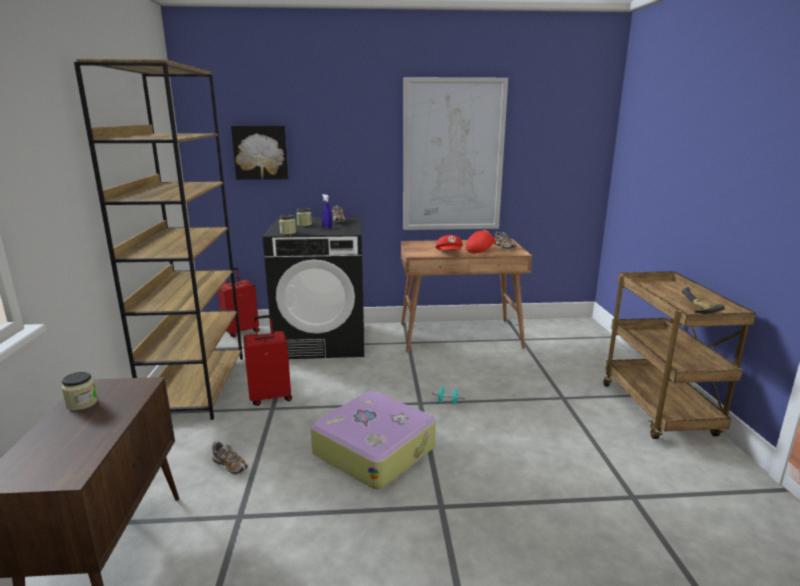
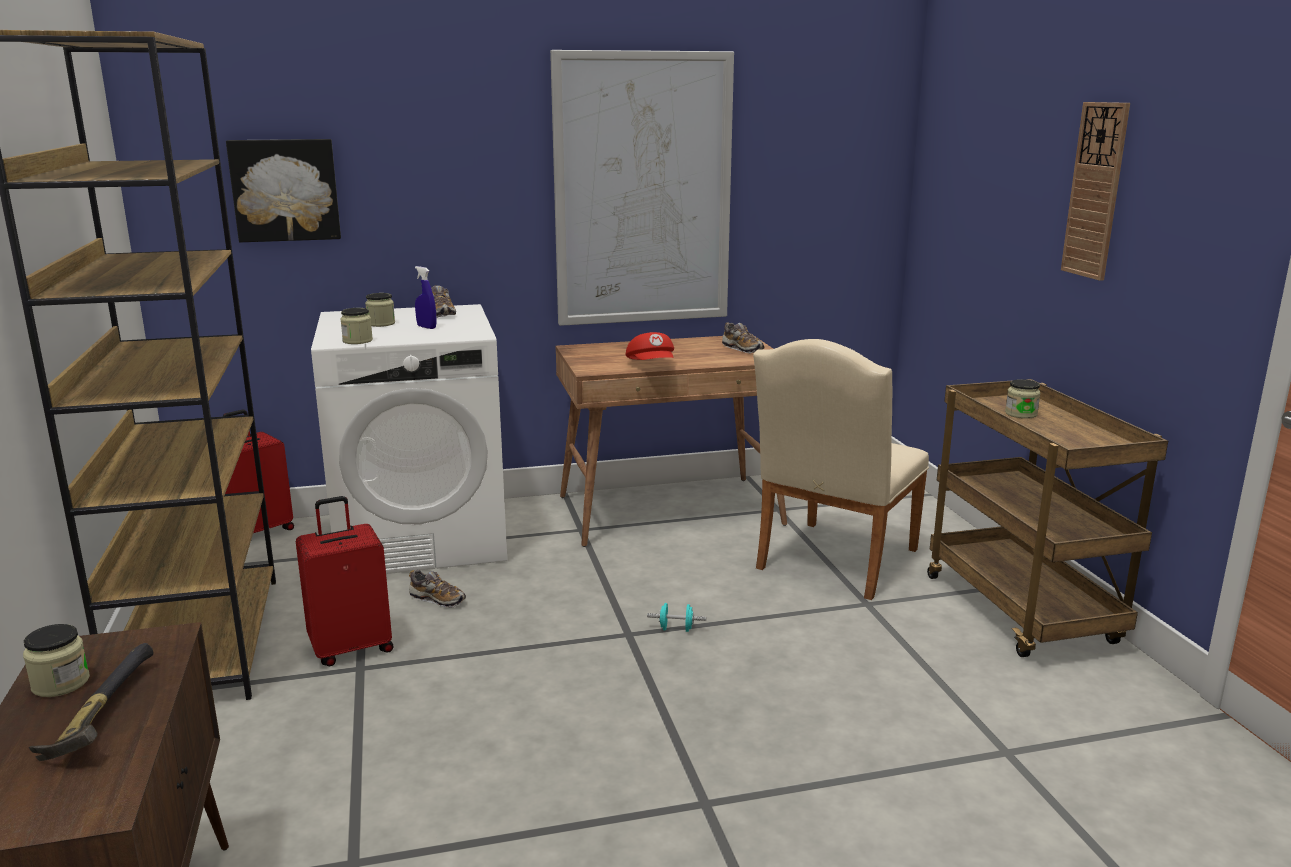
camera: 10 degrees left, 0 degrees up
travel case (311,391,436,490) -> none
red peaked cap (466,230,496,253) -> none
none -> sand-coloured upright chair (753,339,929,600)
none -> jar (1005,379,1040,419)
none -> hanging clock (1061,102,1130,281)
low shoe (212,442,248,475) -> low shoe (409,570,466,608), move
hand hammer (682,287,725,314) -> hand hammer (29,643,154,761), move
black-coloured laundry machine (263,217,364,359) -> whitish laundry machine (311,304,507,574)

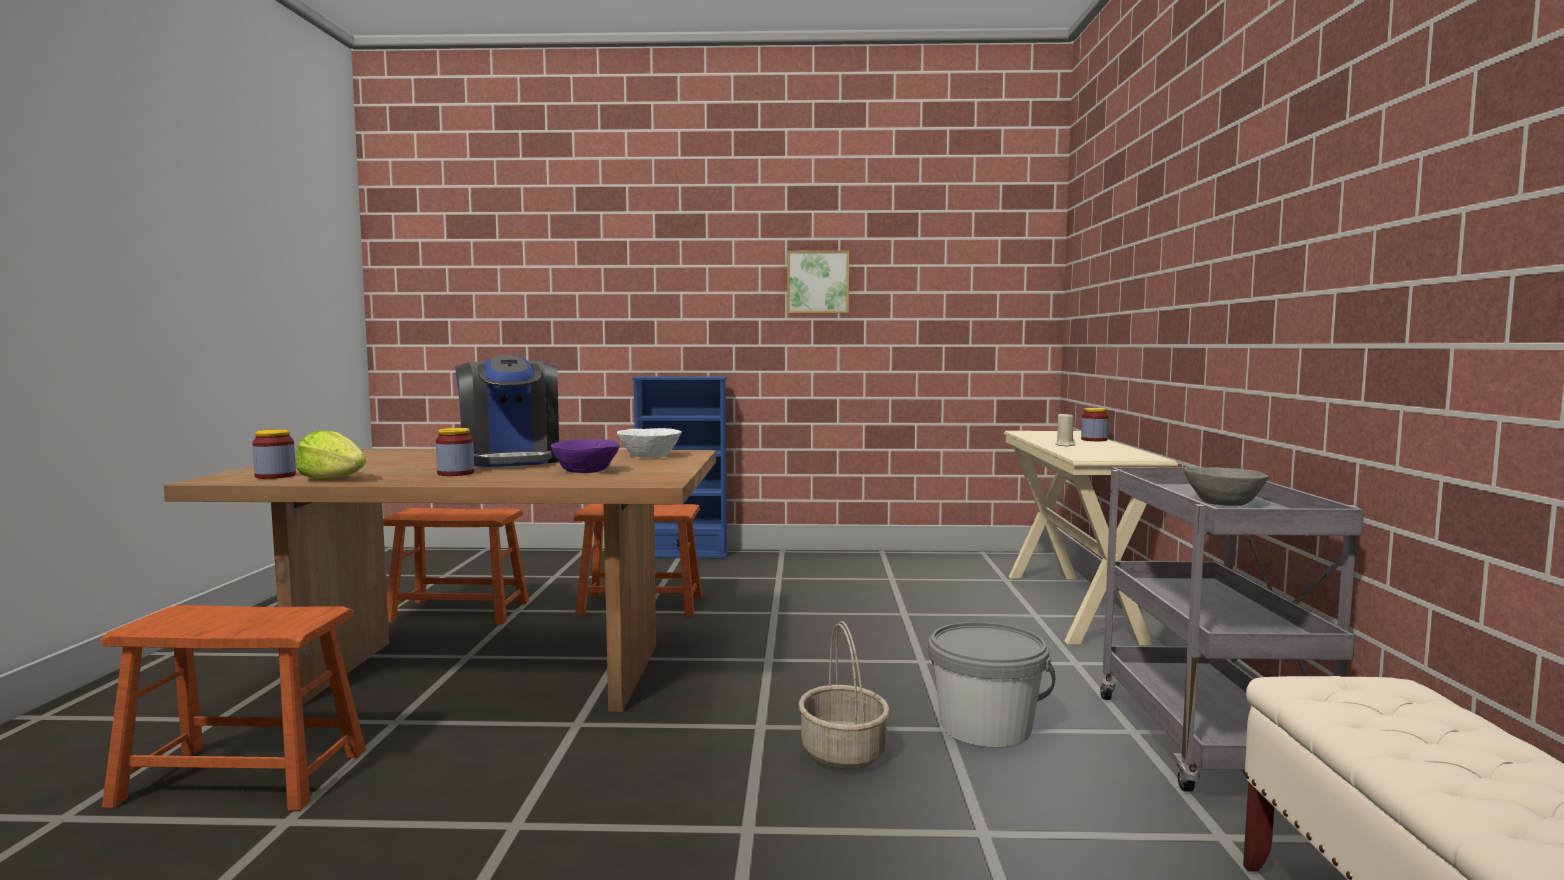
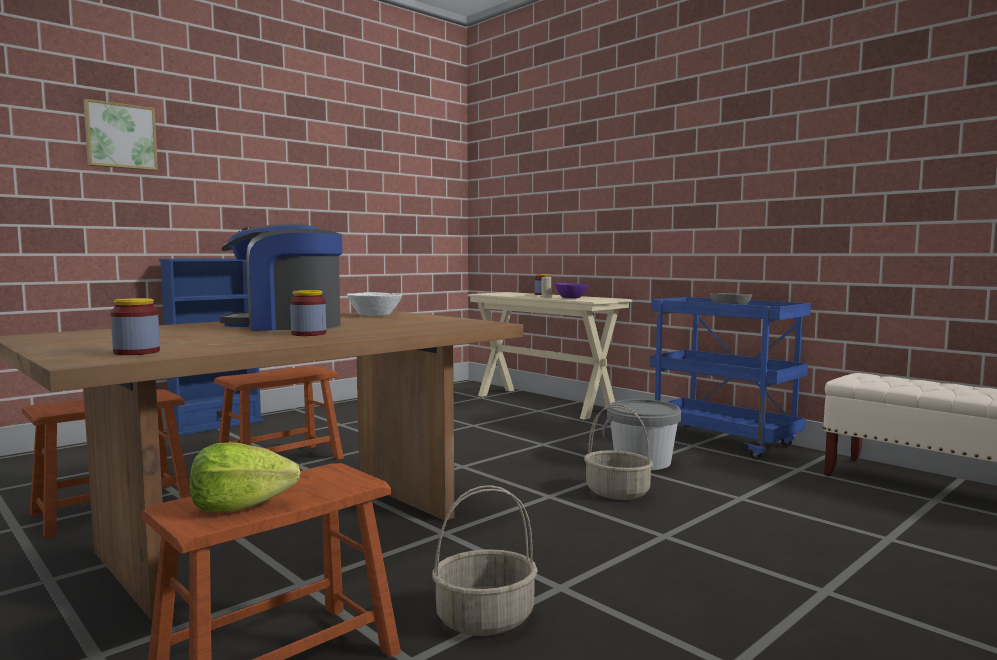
camera: 45 degrees left, 0 degrees up
none -> storage basket (432,485,538,636)
head of lettuce (296,430,366,481) -> head of lettuce (189,443,300,512), move
purple-coloured serving bowl (551,439,620,473) -> purple-coloured serving bowl (555,283,589,298), move
picture (787,250,849,313) -> picture (84,99,158,171), move
grey trolley (1100,467,1364,792) -> blue-coloured trolley (650,297,811,460)
coffee brewer (455,355,559,467) -> coffee brewer (220,224,342,331), 150 degrees clockwise

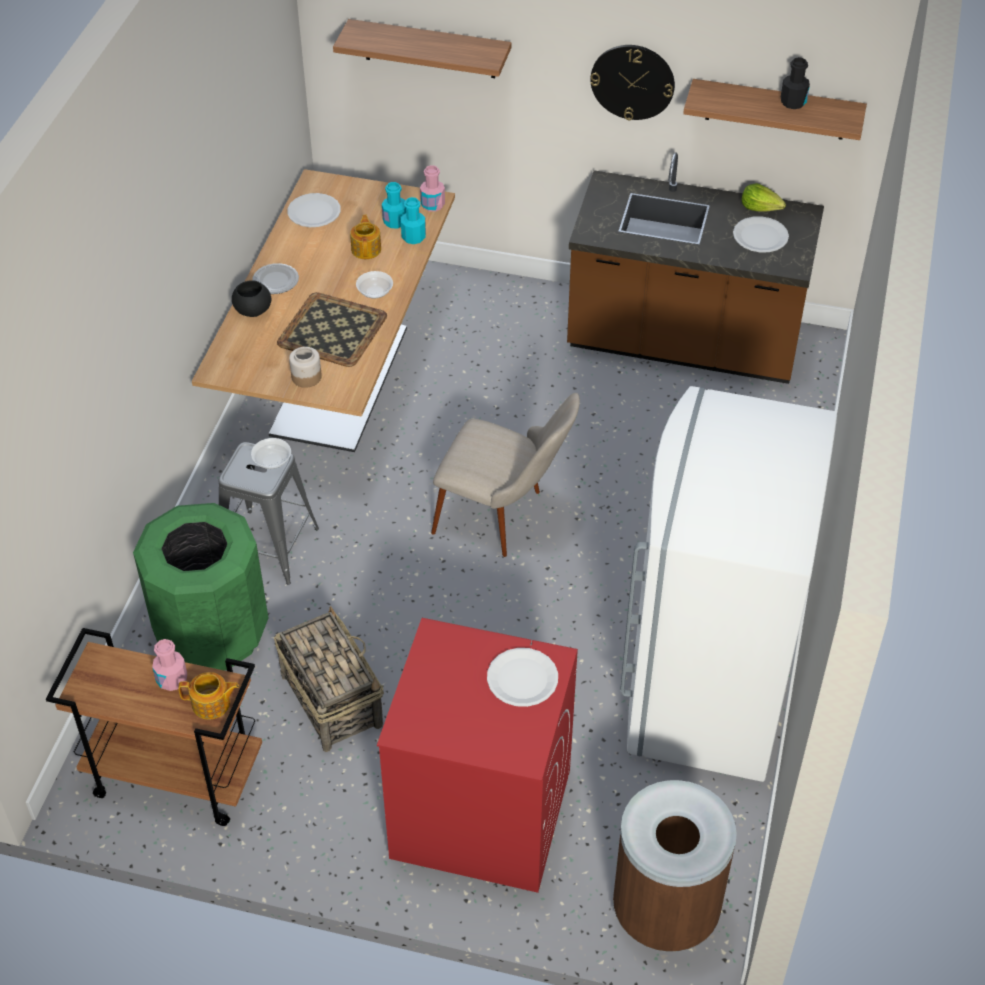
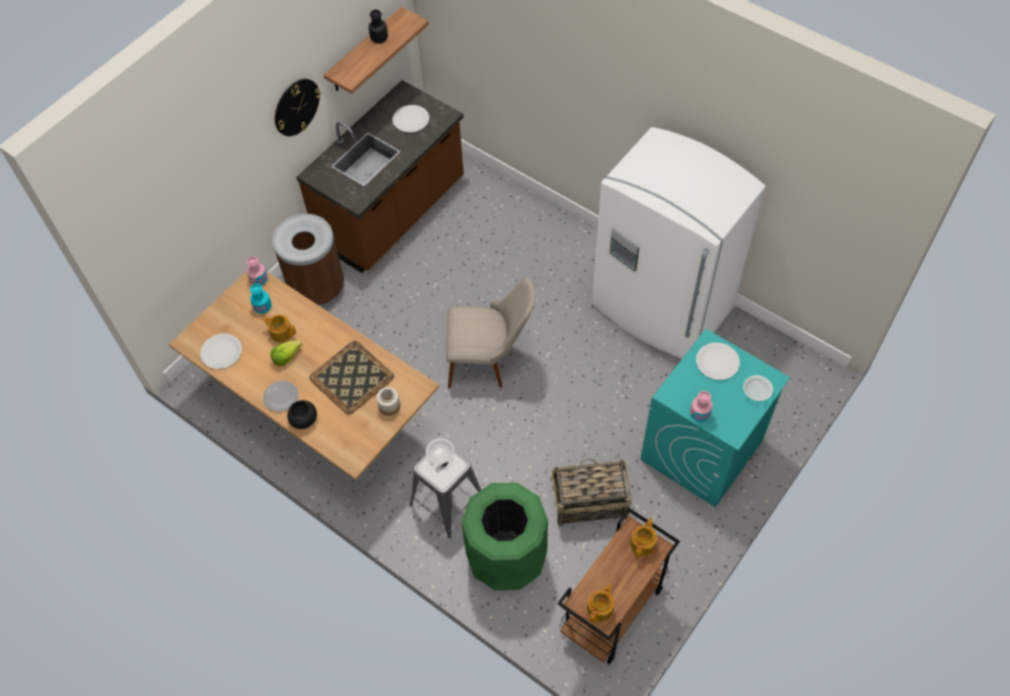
camera: 65 degrees left, 10 degrees up
shelf (333,19,511,78) -> none
turquoise-coloured beverage bottle (401,197,426,244) -> none
none -> tea pot (587,584,614,623)
pink-coloured beverage bottle (152,639,187,691) -> pink-coloured beverage bottle (690,391,712,422), move
serving bowl (356,271,393,298) -> serving bowl (743,375,773,401), move
brown trash can (613,780,737,952) -> brown trash can (272,214,344,307), move
head of lettuce (742,183,786,212) -> head of lettuce (270,340,302,366), move
red laundry machine (377,618,578,893) -> turquoise-coloured laundry machine (641,329,790,507)
sand-coloured upright chair (431,393,580,557) -> sand-coloured upright chair (446,278,535,388), 45 degrees clockwise

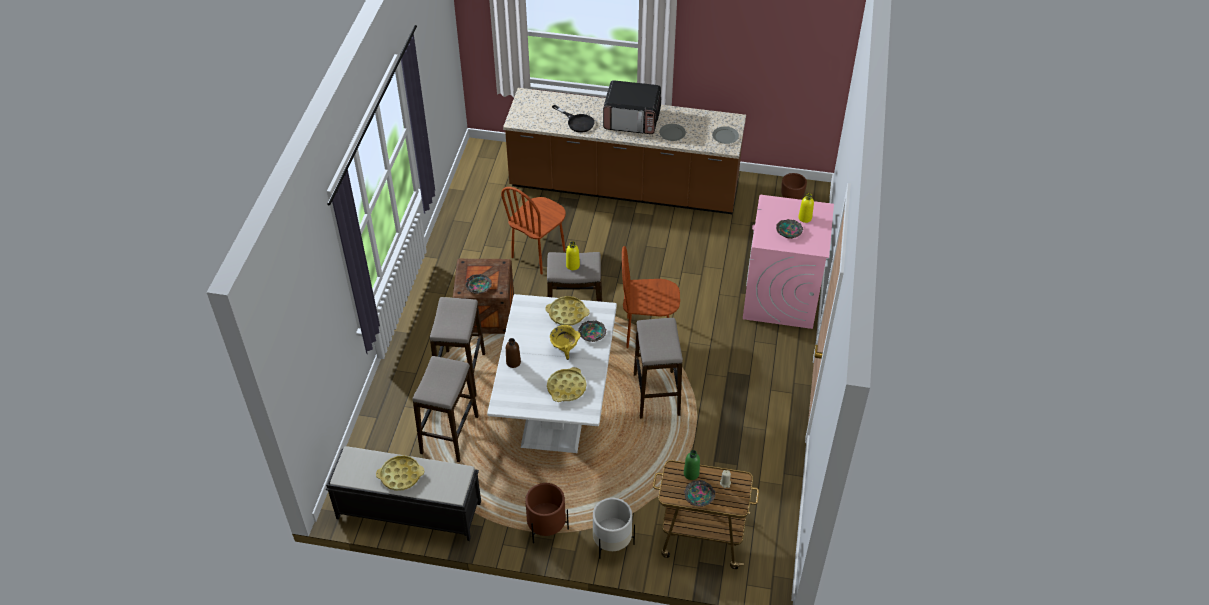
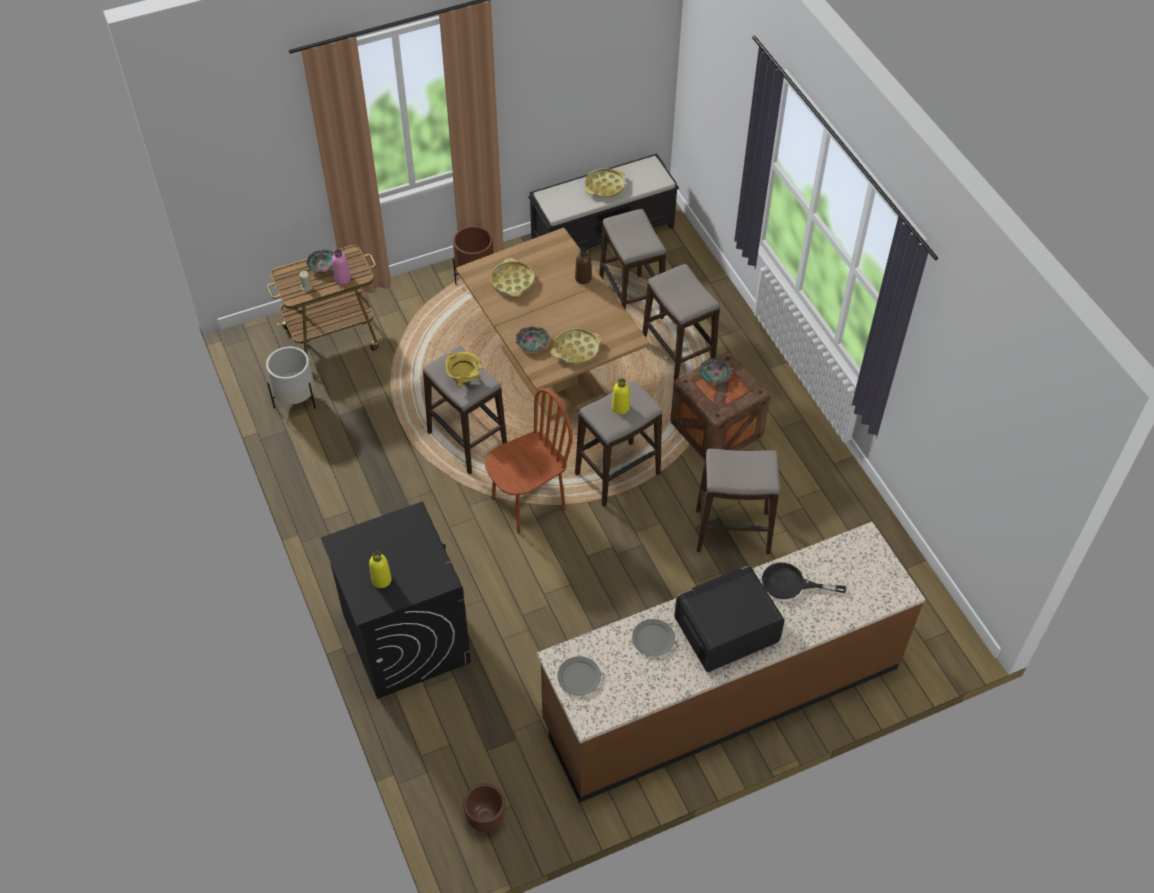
camera: 145 degrees right, 5 degrees up
serving bowl (776,219,803,239) -> none
yellow saucepot (550,325,581,360) -> yellow saucepot (445,352,482,388), move
whitish planter (593,498,635,559) -> whitish planter (266,347,316,408), move
brown upright chair (501,187,566,275) -> sitting stool (696,449,780,554)
whitish dining table (487,294,617,453) -> brown dining table (456,228,650,421)
greenish beverage bottle (684,450,700,480) -> pink-coloured beverage bottle (332,249,351,284)
pink-coloured laundry machine (743,195,834,329) -> black-coloured laundry machine (321,502,471,699)

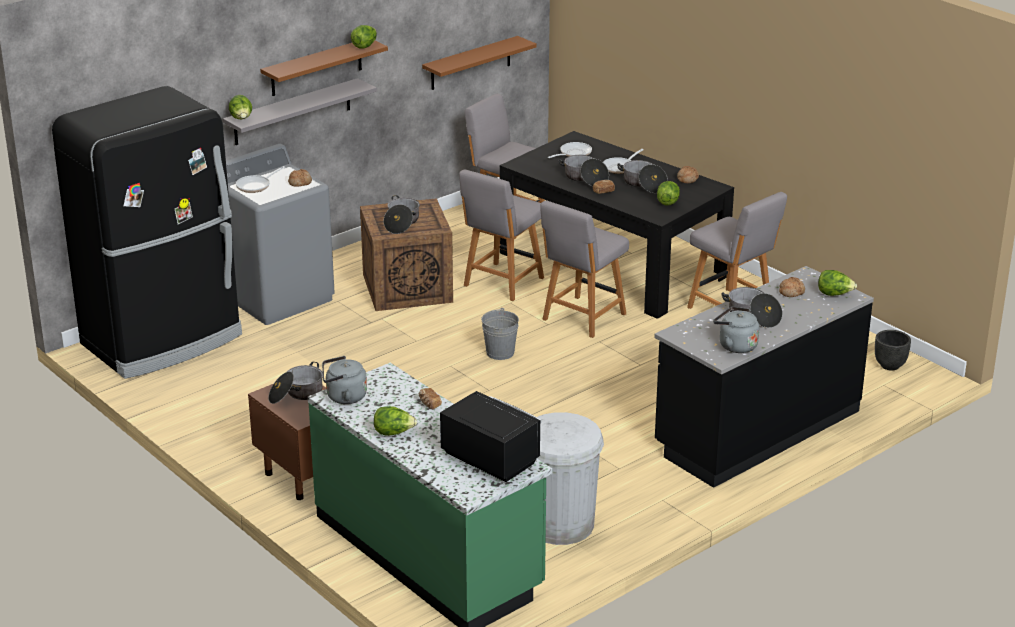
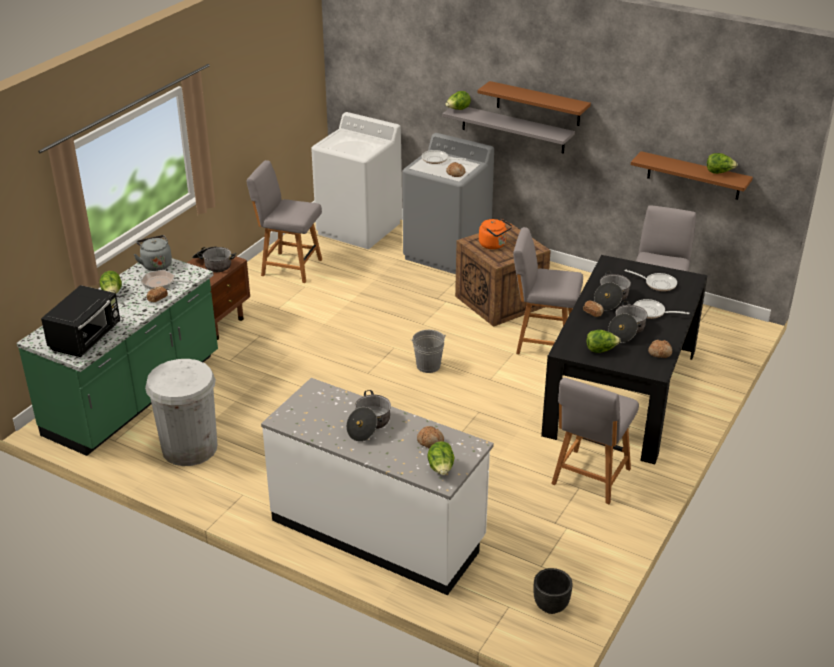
camera: 70 degrees right, 5 degrees up
grey kettle (713,307,759,353) -> none
none -> pan (141,270,193,290)
head of lettuce (351,25,377,48) -> head of lettuce (707,153,738,174), move
grey upright chair (540,201,629,338) -> grey upright chair (246,160,322,283), move
black-coloured kitchen fridge (52,86,242,379) -> whitish laundry machine (311,112,402,249)
saucepot (383,195,420,234) -> orange kettle (479,218,512,249)
black-coloured counter (654,266,874,488) -> whitish counter (261,378,494,595)

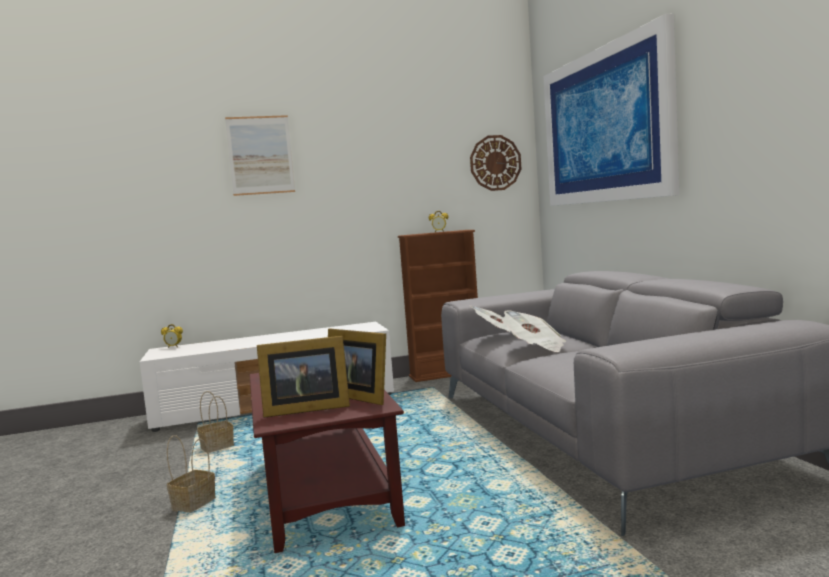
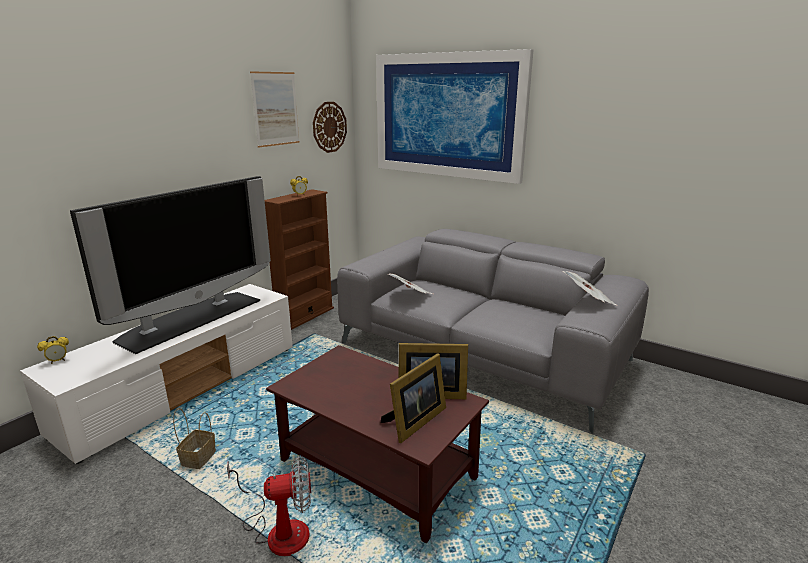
camera: 40 degrees left, 15 degrees up
none -> TV (70,176,271,354)
picture (225,115,295,196) -> picture (250,71,299,148), move
daily paper (502,310,566,352) -> daily paper (563,271,618,306), move
storage basket (167,435,216,513) -> fan (227,456,311,556)

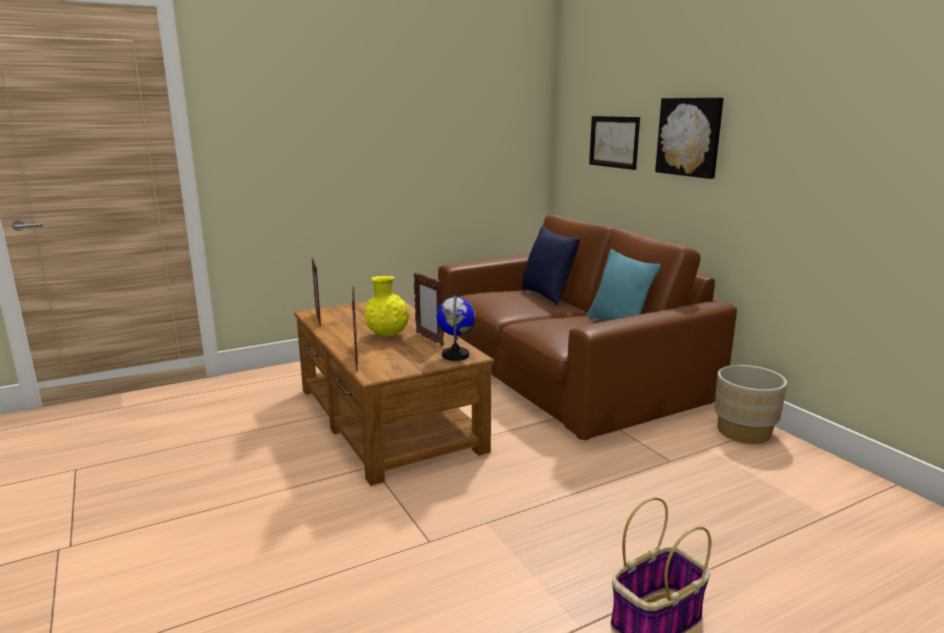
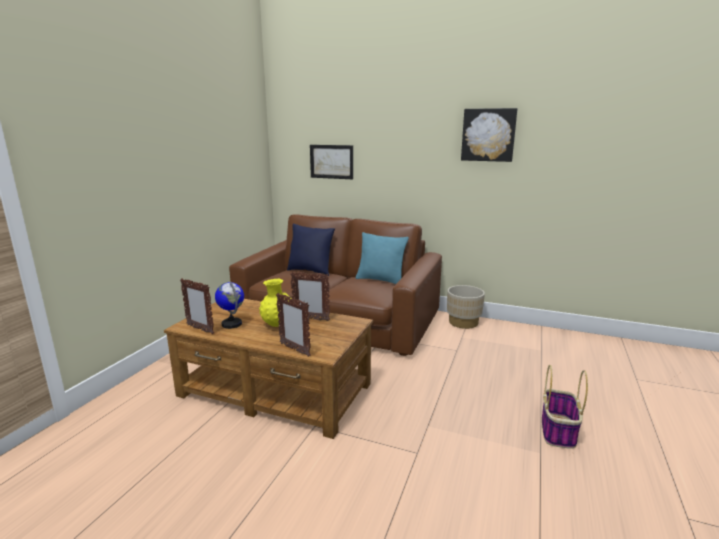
camera: 40 degrees left, 0 degrees up
world globe (437,295,476,361) -> world globe (215,281,244,329), move
picture (655,98,724,179) -> picture (461,108,517,162), move

